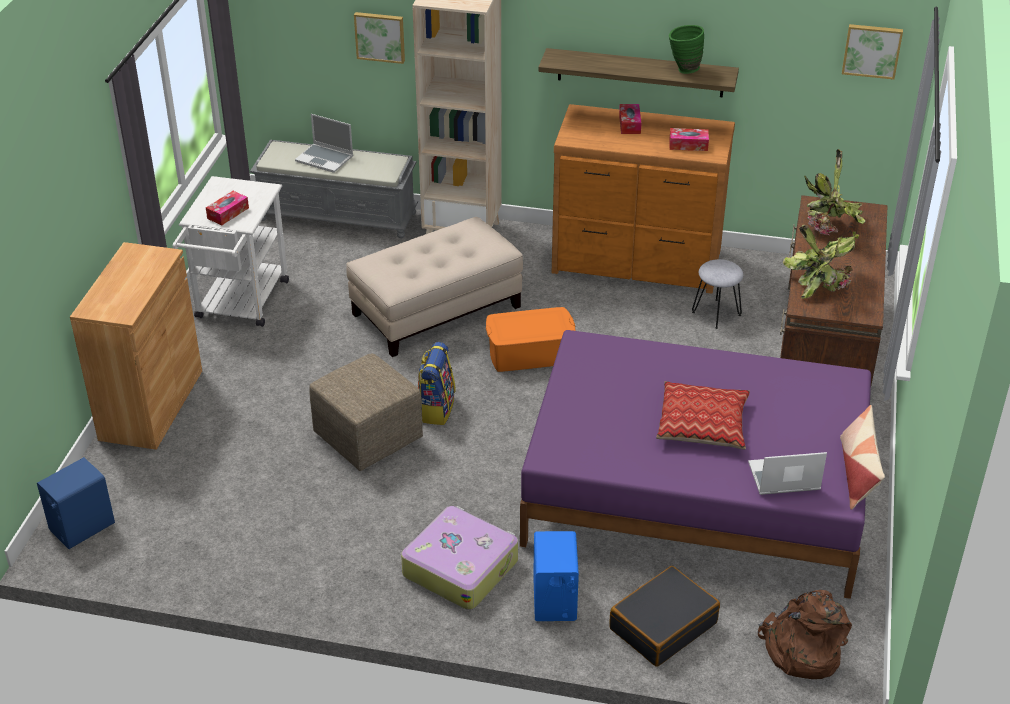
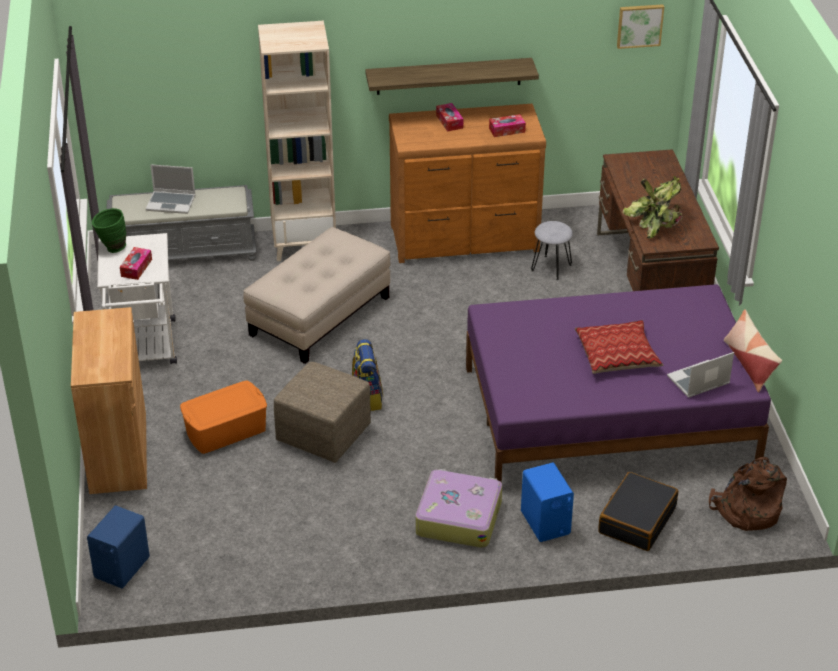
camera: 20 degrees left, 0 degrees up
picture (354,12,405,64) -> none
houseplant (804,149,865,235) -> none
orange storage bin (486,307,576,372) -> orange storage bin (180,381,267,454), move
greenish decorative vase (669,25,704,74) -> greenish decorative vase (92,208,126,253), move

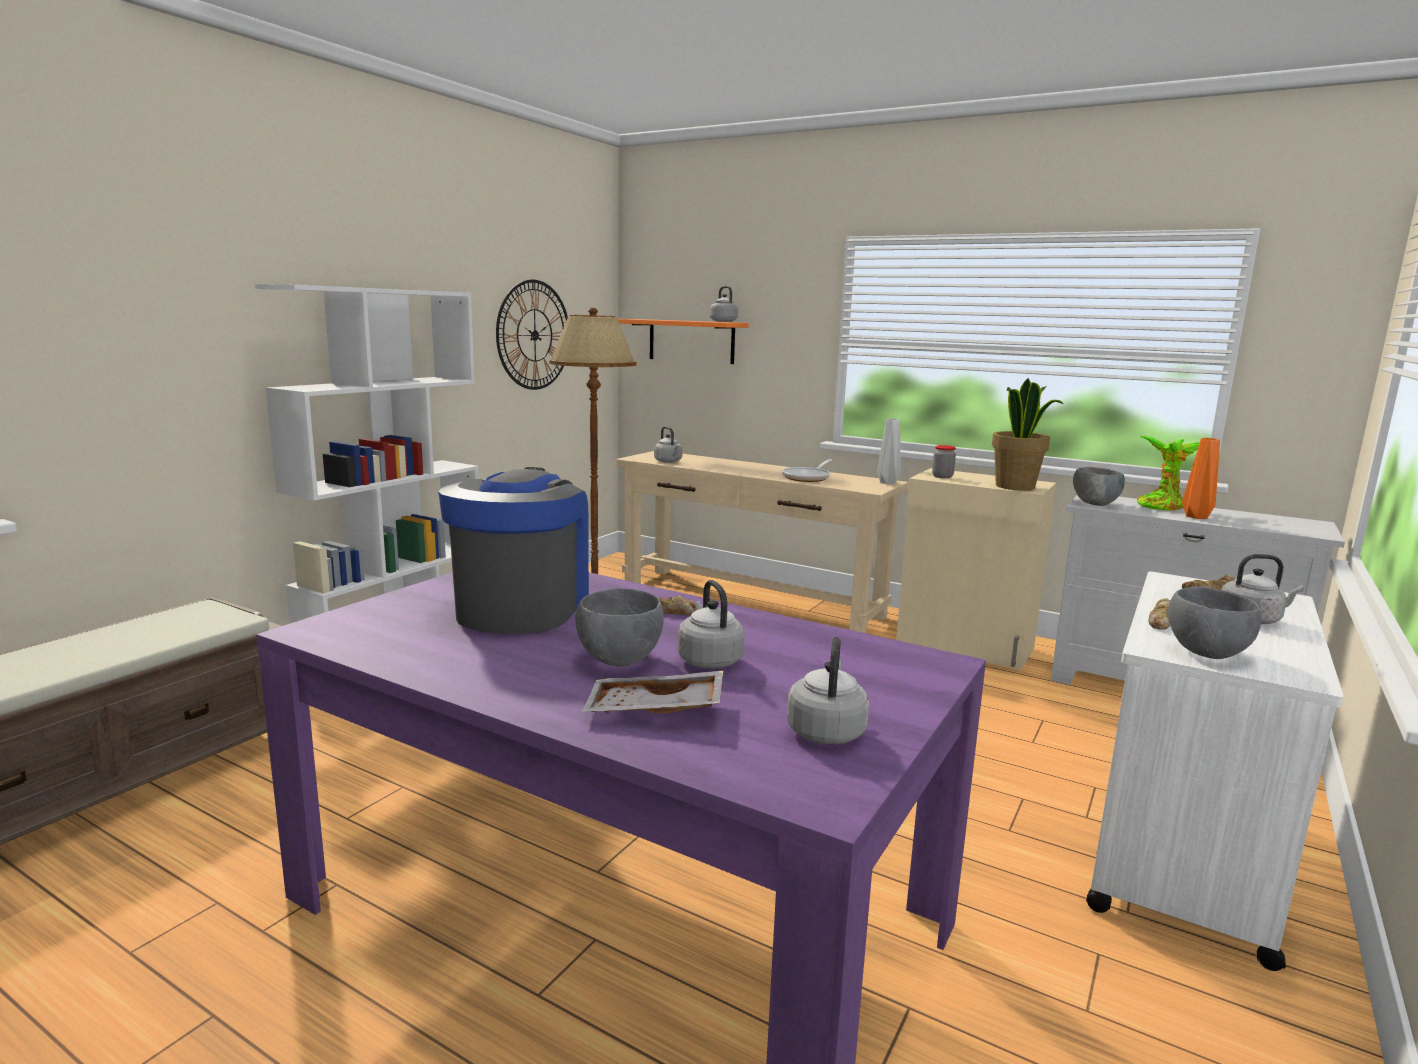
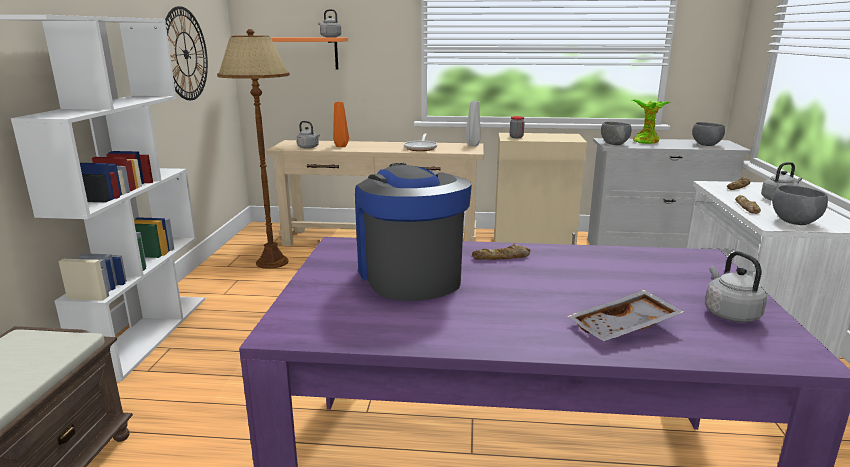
camera: 25 degrees left, 5 degrees up
grey kettle (677,580,745,669) -> none
houseplant (992,378,1063,491) -> none
grey serving bowl (575,588,664,667) -> grey serving bowl (692,122,725,146), move
orange decorative vase (1182,438,1220,519) -> orange decorative vase (333,102,349,147), move

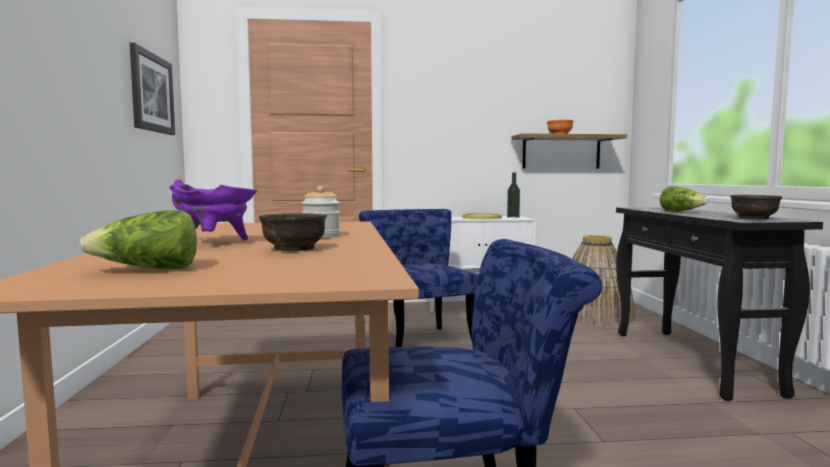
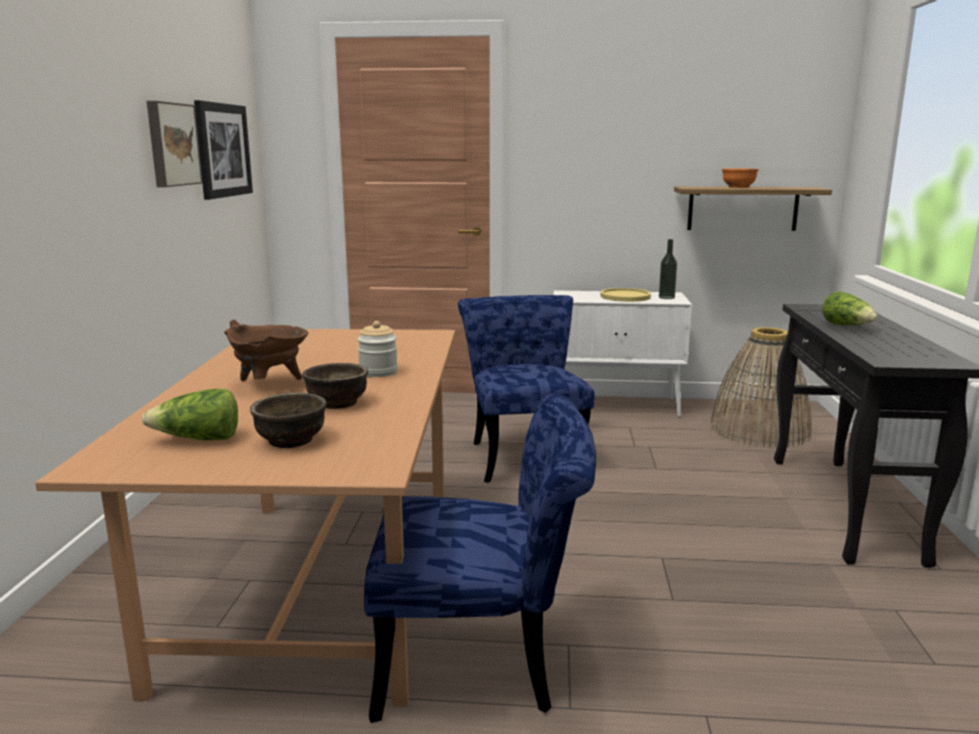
camera: 10 degrees right, 10 degrees up
none -> picture (147,101,203,187)
brown serving bowl (730,195,782,219) -> brown serving bowl (250,393,327,448), move
purple-coloured saucepot (169,179,257,241) -> brown saucepot (224,320,308,381)

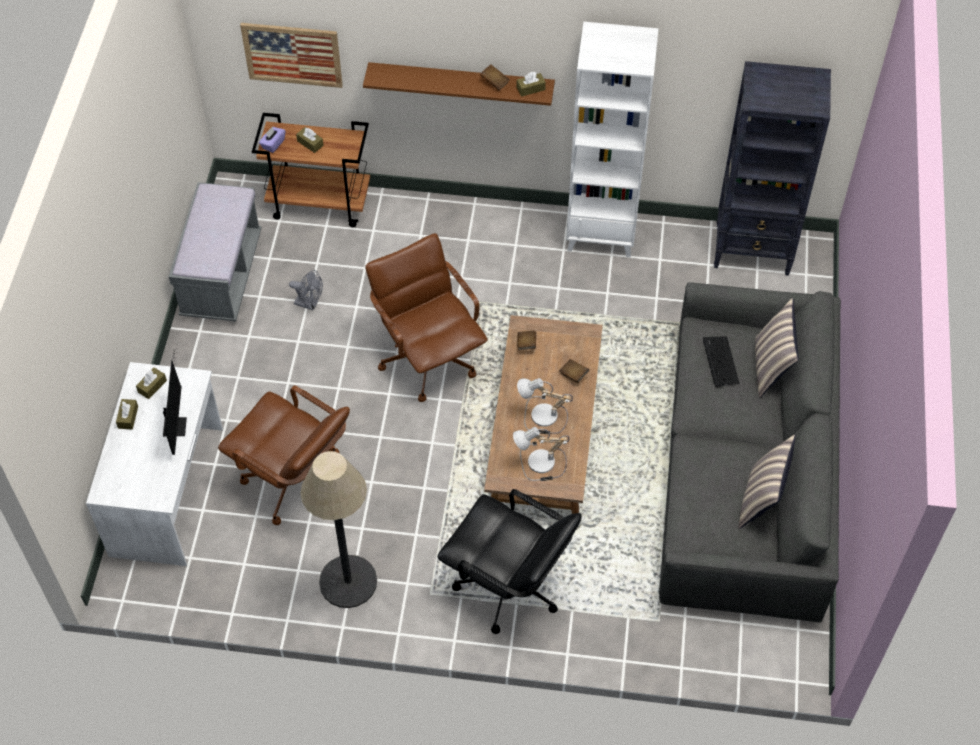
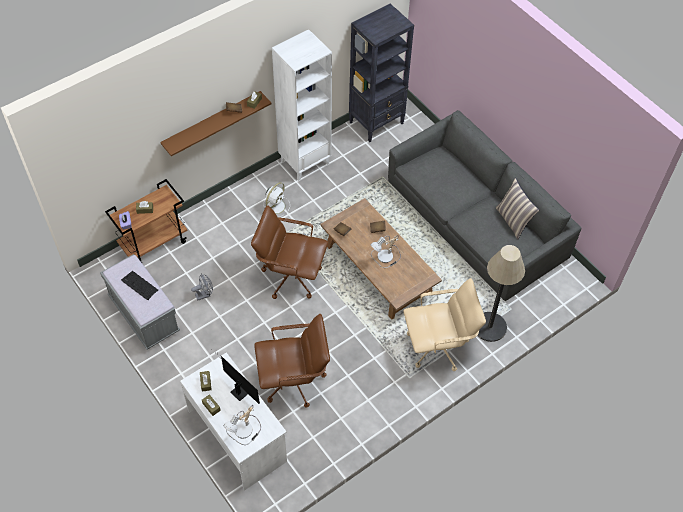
camera: 45 degrees left, 0 degrees up
picture (240,23,343,88) -> none
pillow (755,298,799,398) -> none
none -> whitish fan (263,182,290,217)
floor lamp (301,451,377,608) -> floor lamp (477,245,525,342), move
table lamp (513,427,569,481) -> table lamp (224,405,261,445), move
keyboard (703,336,740,387) -> keyboard (121,271,158,300), move
black-coloured computer chair (437,489,582,634) -> sand-coloured computer chair (404,278,486,371)

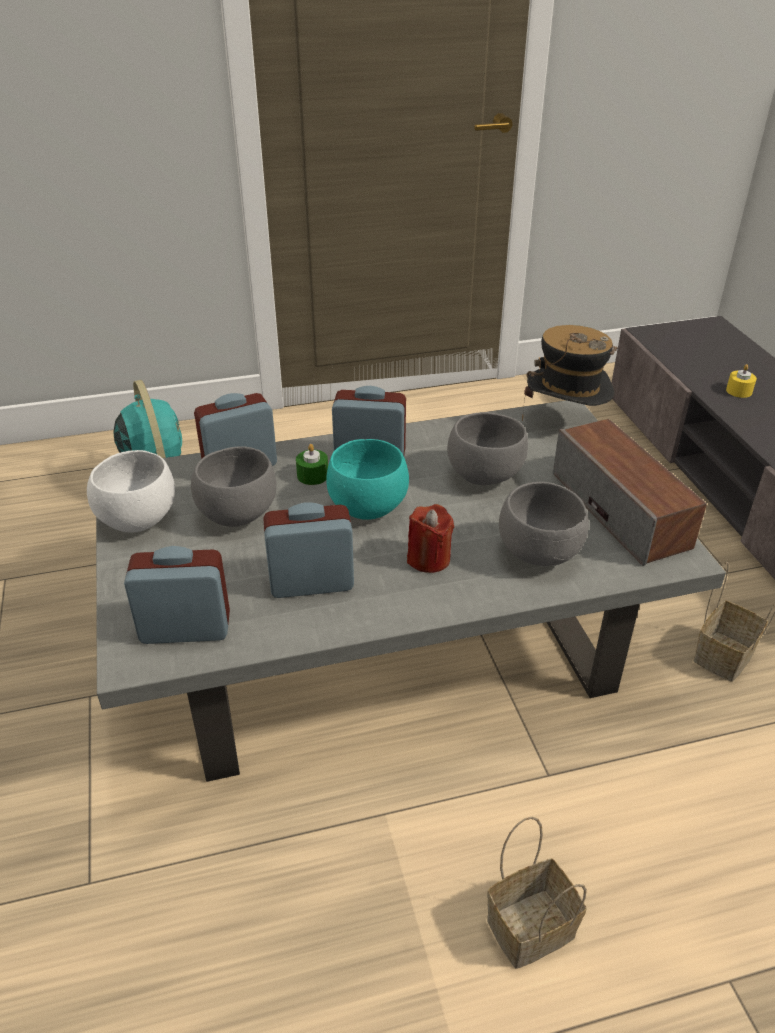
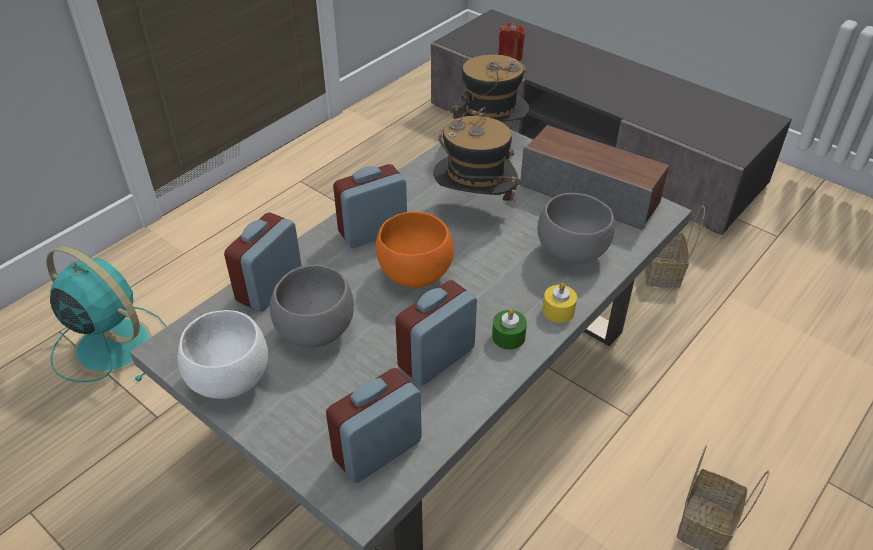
camera: 35 degrees left, 5 degrees up
greenish wax light (296,444,328,485) -> greenish wax light (492,309,527,350), move
red wax light (407,504,454,573) -> red wax light (498,22,525,61), move
yellow wax light (726,364,757,398) -> yellow wax light (543,283,577,323), move
grey serving bowl (447,412,528,485) -> clothing hat (433,107,521,204)
turquoise-coloured serving bowl (326,439,409,520) -> orange serving bowl (376,211,454,288)

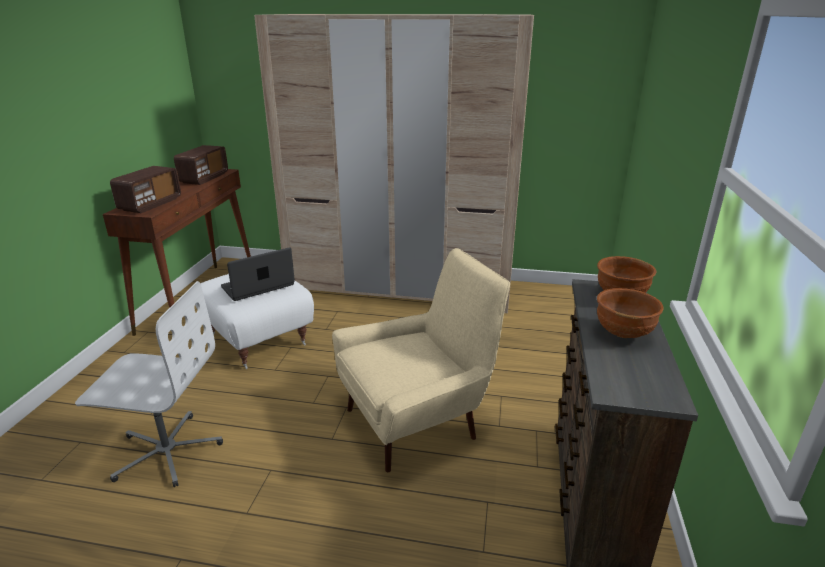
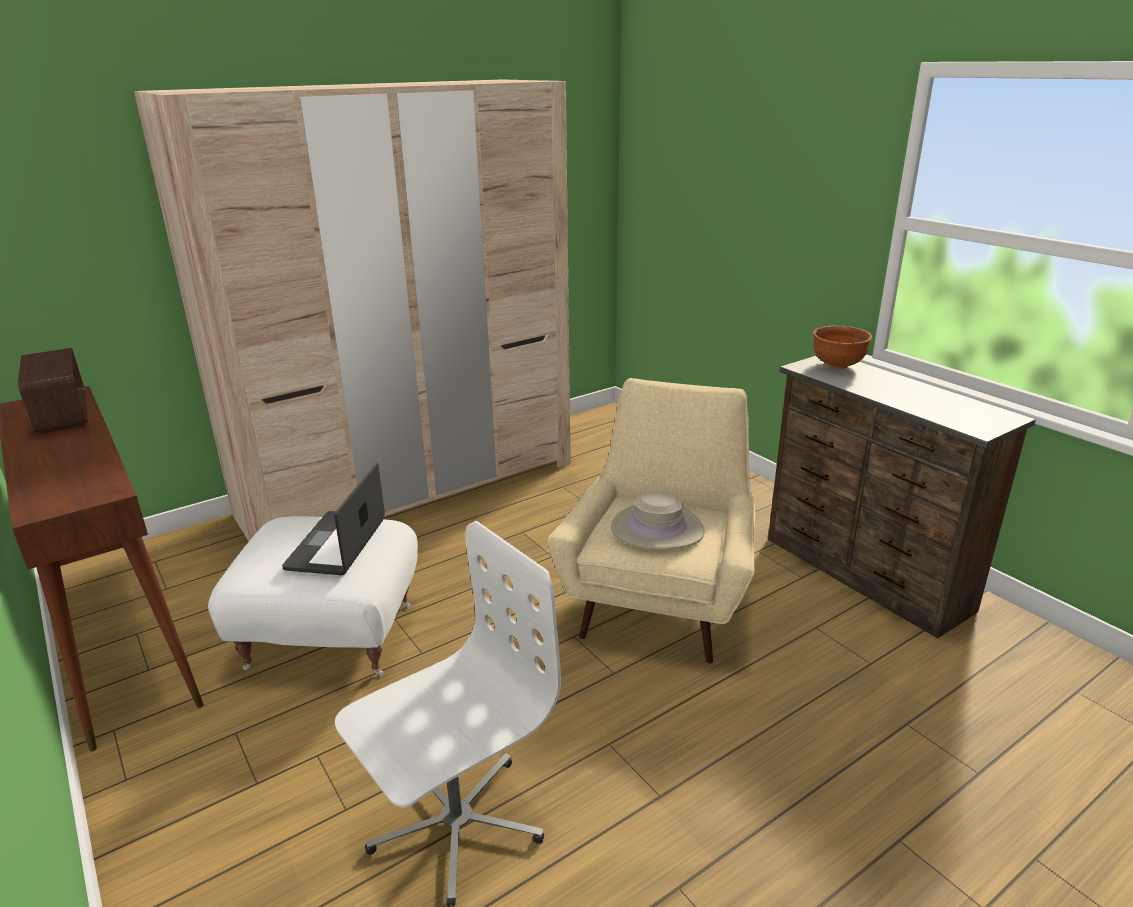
camera: 45 degrees left, 0 degrees up
radio receiver (110,166,181,213) -> none
brown serving bowl (597,288,664,338) -> none
none -> sand-coloured clothing hat (611,492,705,550)

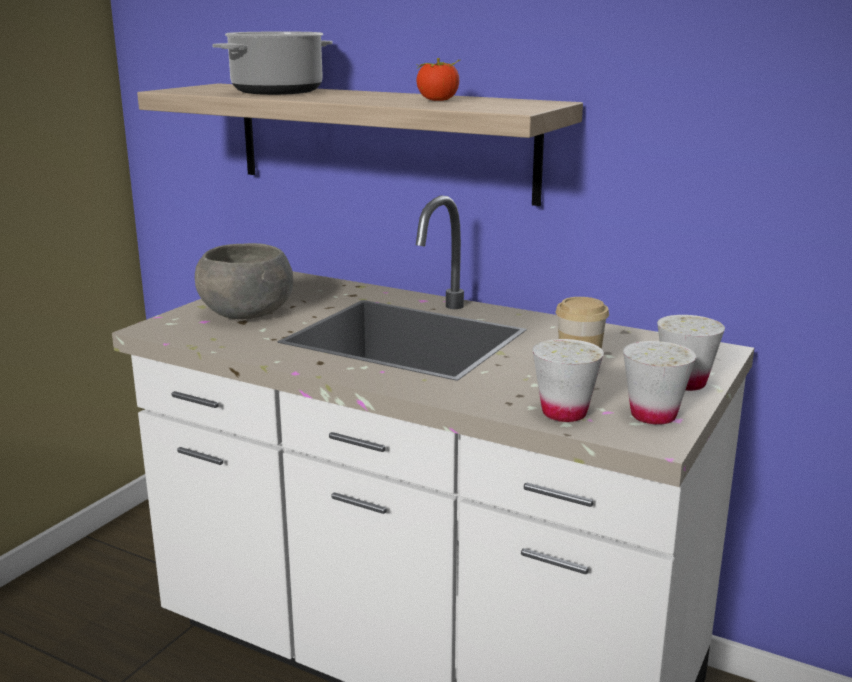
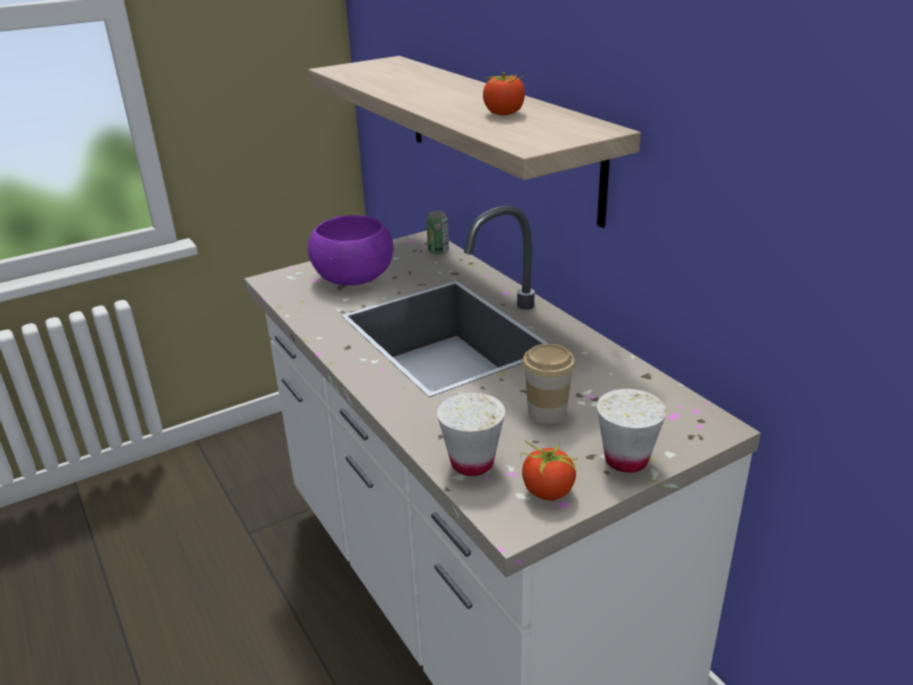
camera: 30 degrees right, 10 degrees up
saucepot (212,31,333,95) -> none
none -> metal can (426,211,449,255)
whitish small cup (623,341,696,425) -> fresh tomato (520,440,578,501)
grey serving bowl (195,243,293,319) -> purple-coloured serving bowl (307,215,394,286)

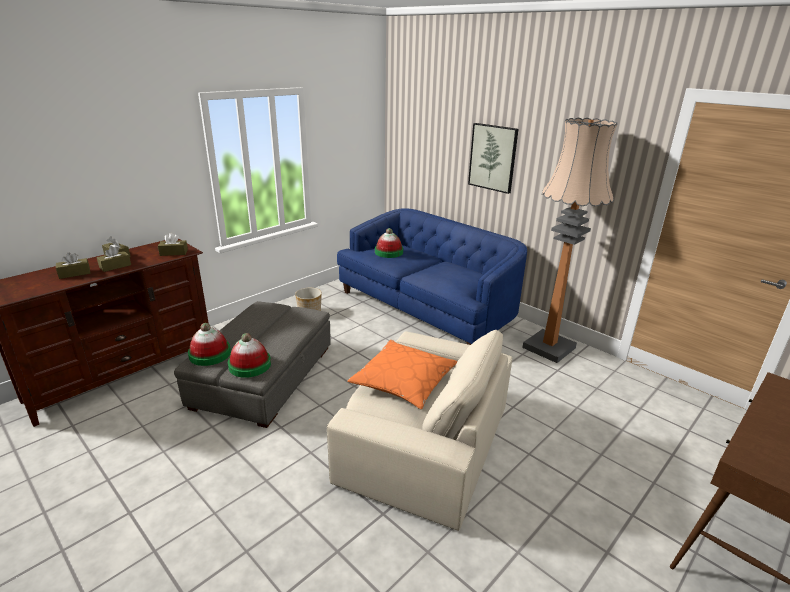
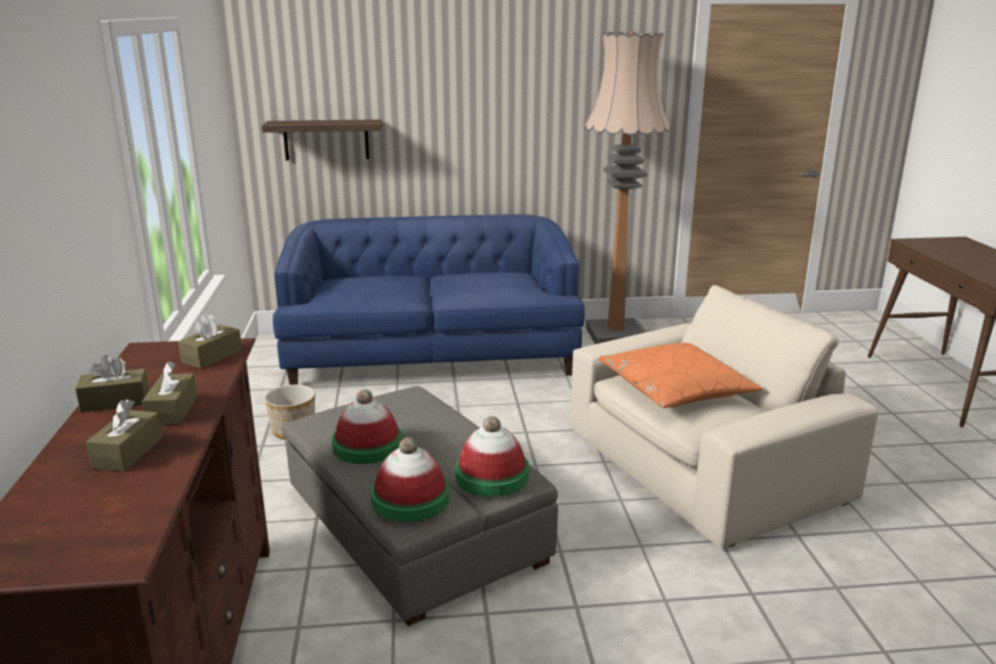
camera: 50 degrees left, 5 degrees down
picture (468,123,519,194) -> none
none -> shelf (262,119,382,160)
clothing hat (375,228,403,258) -> clothing hat (332,389,402,464), move

